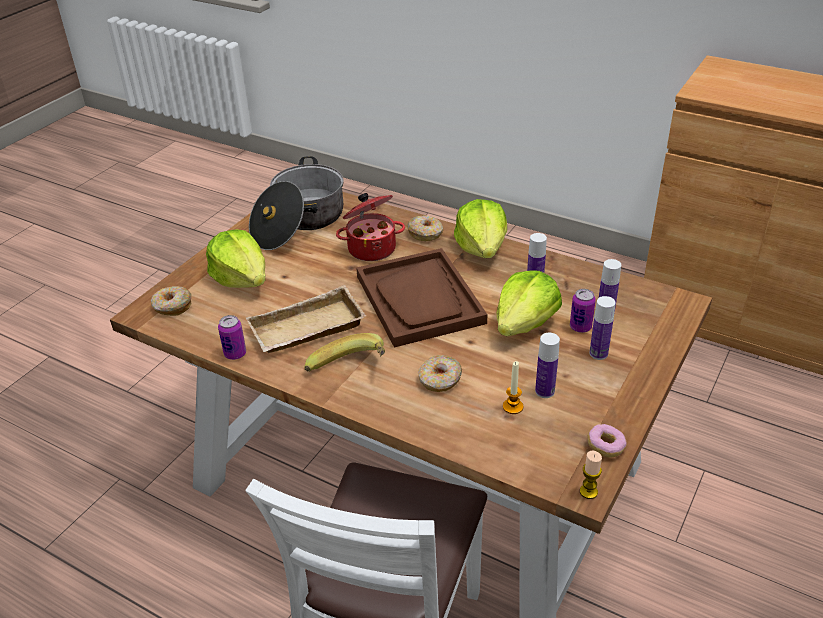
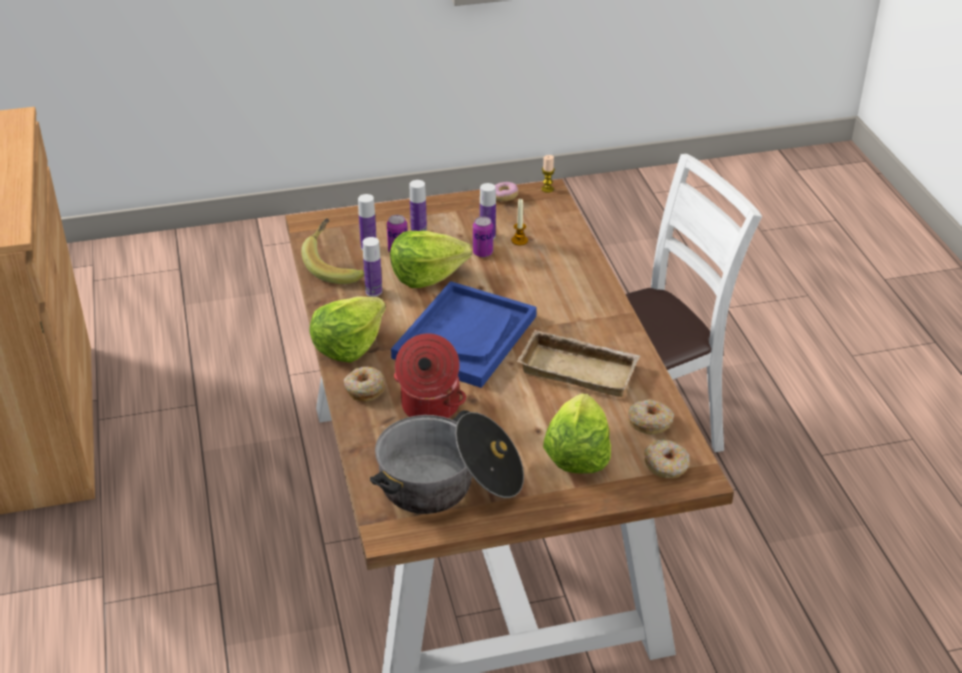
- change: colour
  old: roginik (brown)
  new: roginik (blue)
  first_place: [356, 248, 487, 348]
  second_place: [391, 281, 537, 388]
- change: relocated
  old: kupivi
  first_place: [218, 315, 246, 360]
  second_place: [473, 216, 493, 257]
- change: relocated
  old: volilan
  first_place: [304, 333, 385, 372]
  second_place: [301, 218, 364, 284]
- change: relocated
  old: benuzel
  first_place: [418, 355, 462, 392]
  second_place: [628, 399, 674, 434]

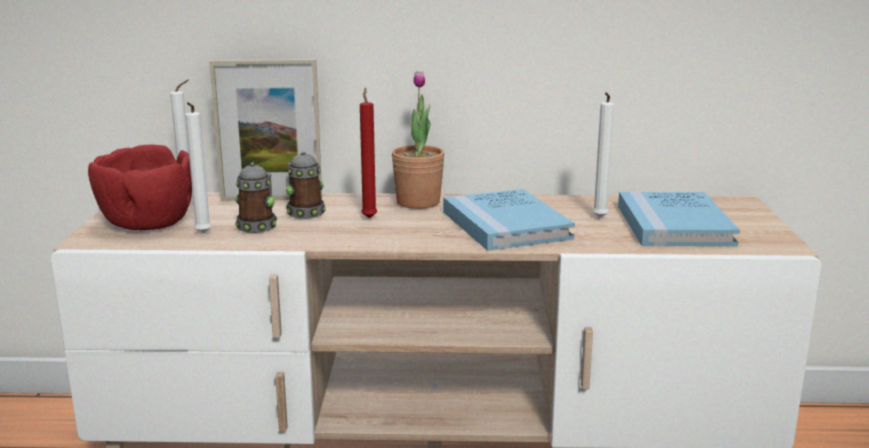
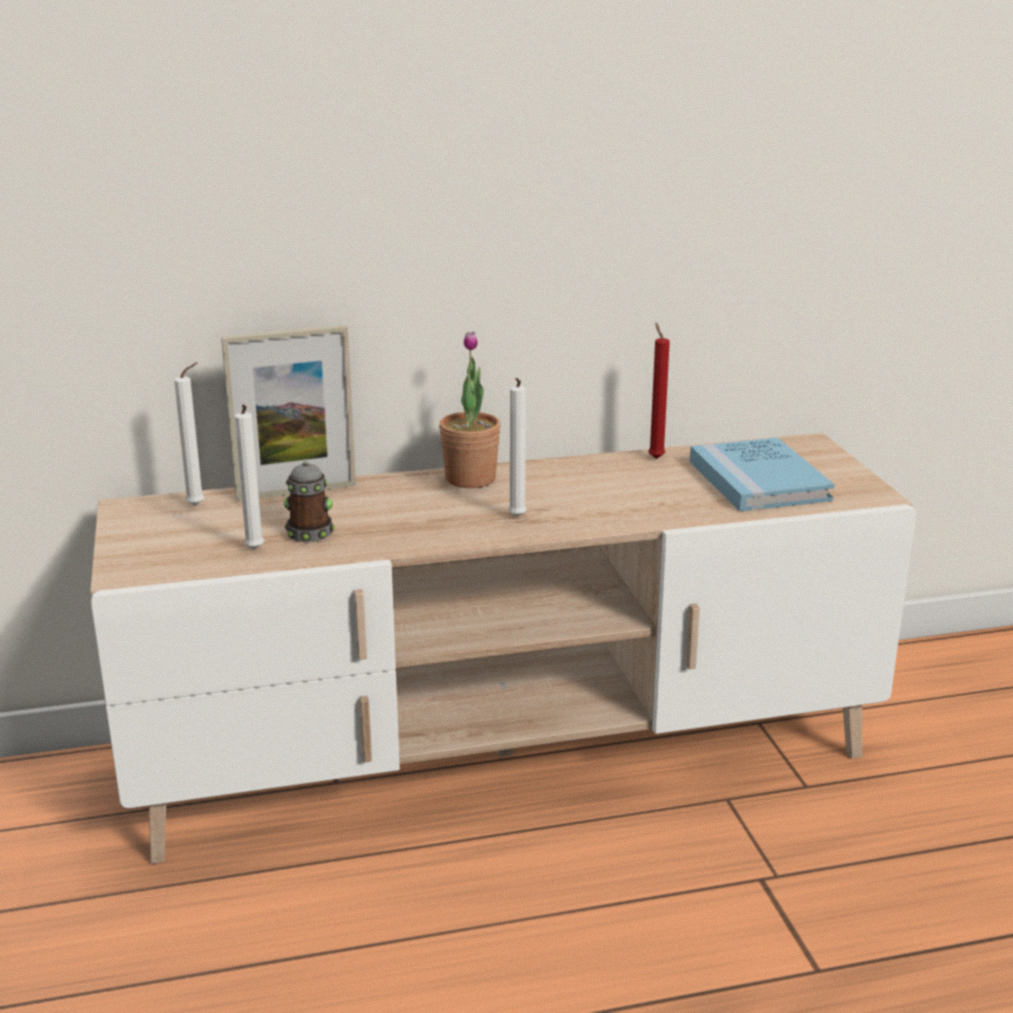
- change: relocated
  old: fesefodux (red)
  first_place: [360, 88, 377, 219]
  second_place: [648, 323, 670, 459]
- change: relocated
  old: fesefodux (white)
  first_place: [592, 92, 614, 218]
  second_place: [508, 378, 527, 517]
- change: missing
  old: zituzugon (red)
  first_place: [88, 144, 192, 230]
- change: missing
  old: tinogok
  first_place: [286, 151, 326, 219]
- change: missing
  old: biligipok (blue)
  first_place: [443, 189, 575, 251]

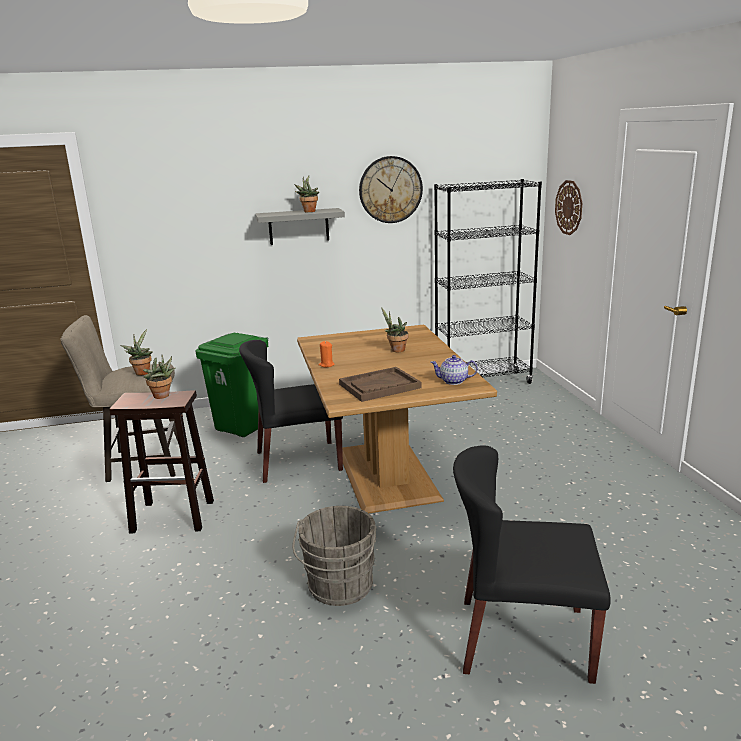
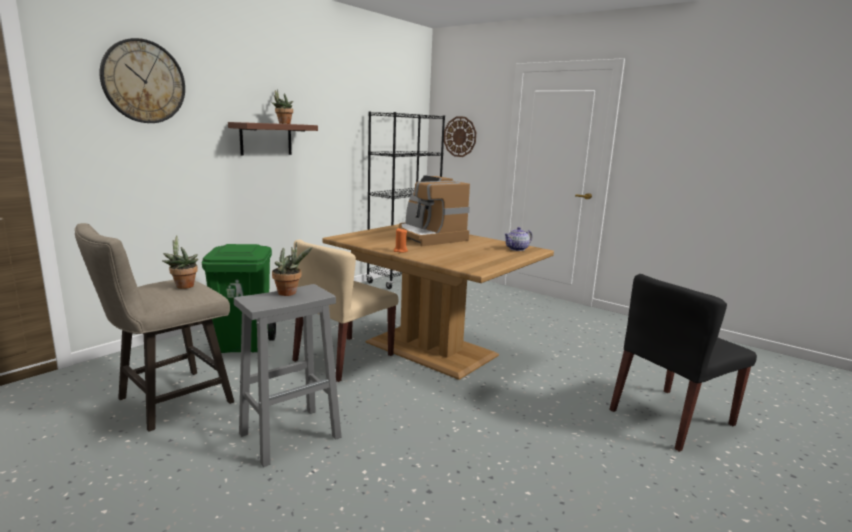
- change: relocated
  old: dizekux
  first_place: [359, 156, 423, 223]
  second_place: [99, 38, 185, 123]
- change: colour
  old: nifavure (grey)
  new: nifavure (brown)
  first_place: [256, 208, 345, 245]
  second_place: [228, 122, 318, 156]
- change: exchanged
  old: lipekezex
  new: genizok
  first_place: [381, 307, 409, 352]
  second_place: [399, 175, 470, 246]
- change: colour
  old: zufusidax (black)
  new: zufusidax (beige)
  first_place: [239, 340, 343, 483]
  second_place: [292, 240, 398, 382]
- change: missing
  old: roginik (brown)
  first_place: [339, 367, 421, 402]
- change: colour
  old: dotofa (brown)
  new: dotofa (grey)
  first_place: [109, 390, 214, 533]
  second_place: [234, 284, 342, 467]
- change: missing
  old: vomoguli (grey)
  first_place: [292, 506, 377, 606]

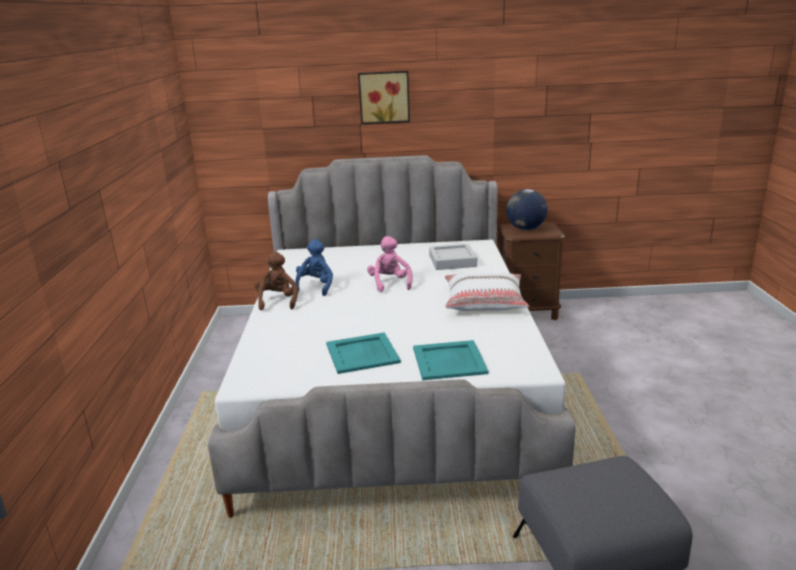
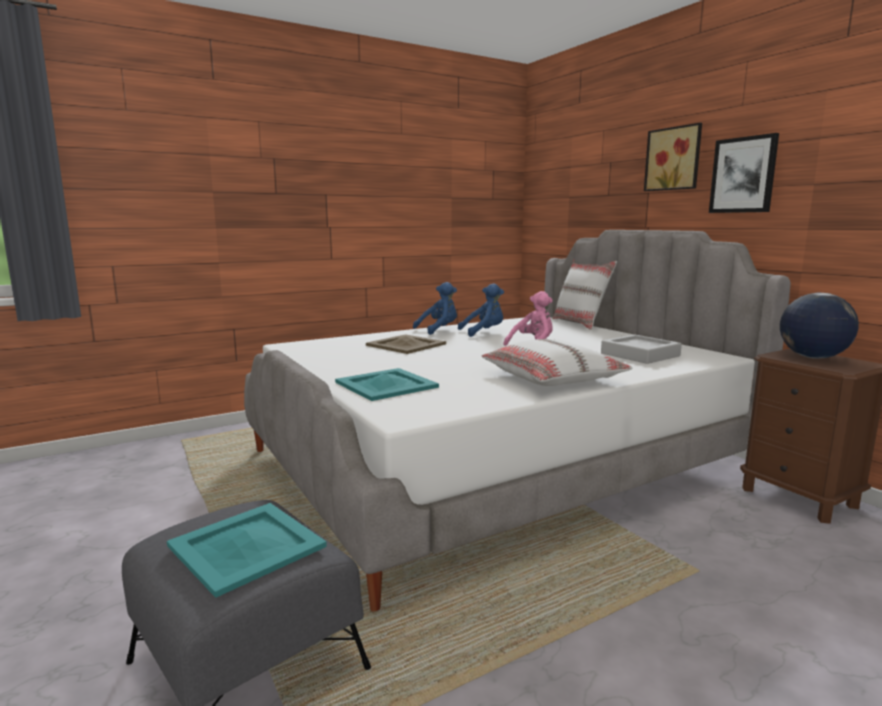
- change: colour
  old: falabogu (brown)
  new: falabogu (blue)
  first_place: [255, 252, 298, 310]
  second_place: [413, 282, 457, 335]
- change: relocated
  old: roginik (turquoise)
  first_place: [326, 332, 401, 374]
  second_place: [167, 503, 327, 598]
- change: appeared
  new: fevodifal
  second_place: [709, 133, 779, 213]
- change: appeared
  new: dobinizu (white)
  second_place: [552, 259, 617, 330]
- change: appeared
  new: roginik (beige)
  second_place: [366, 334, 446, 354]

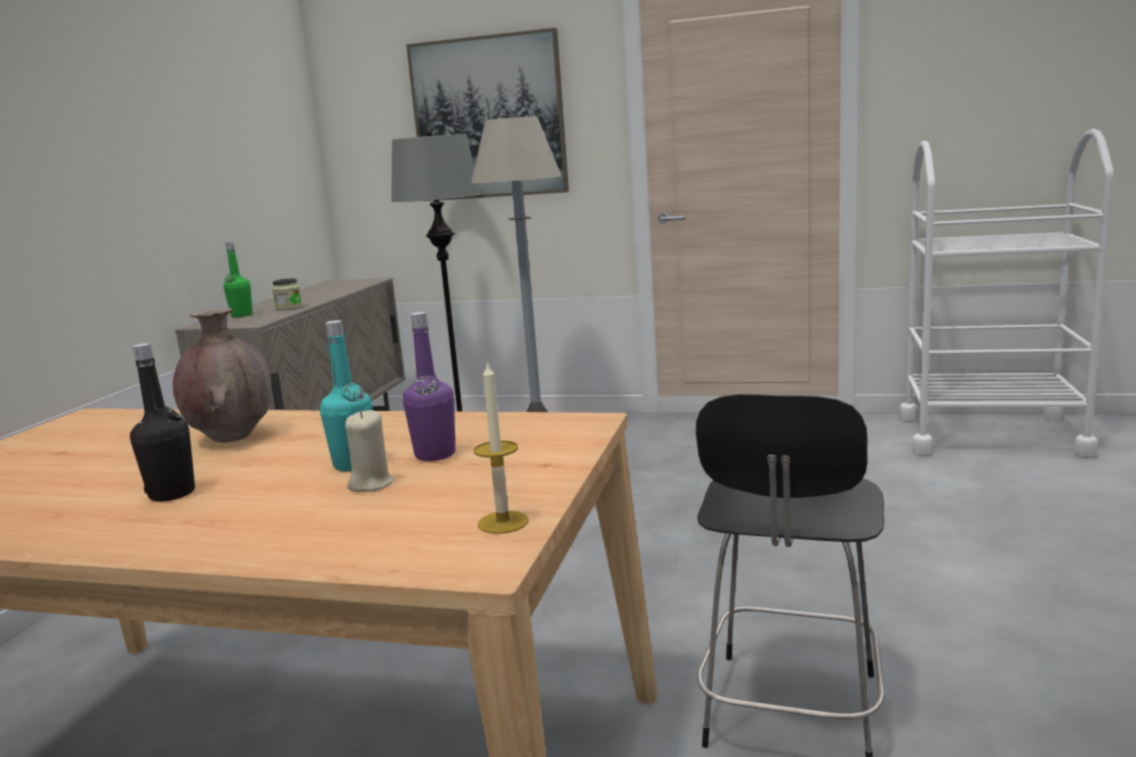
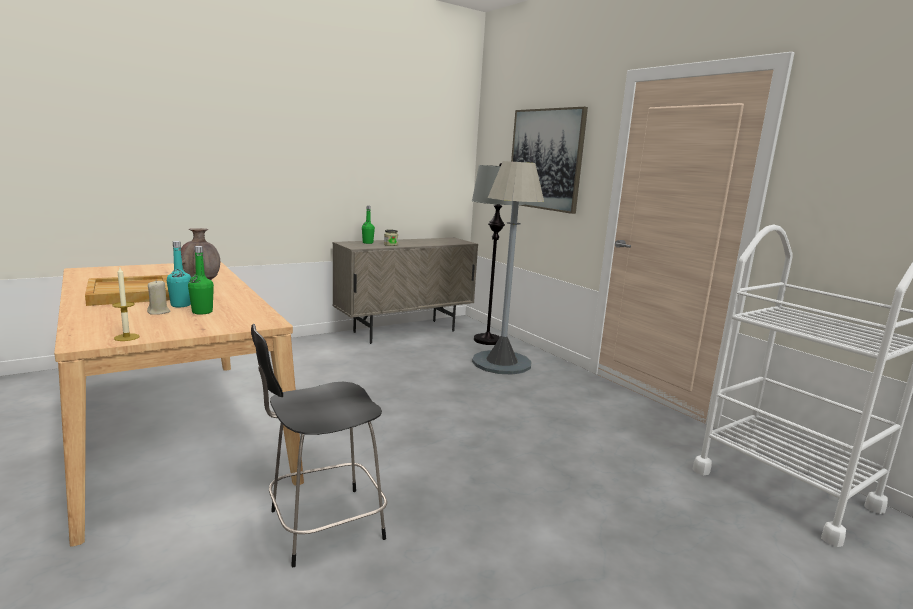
- change: colour
  old: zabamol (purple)
  new: zabamol (green)
  first_place: [403, 312, 455, 461]
  second_place: [188, 246, 214, 314]
- change: exchanged
  old: zabamol (black)
  new: roginik (beige)
  first_place: [130, 343, 195, 501]
  second_place: [85, 275, 170, 306]

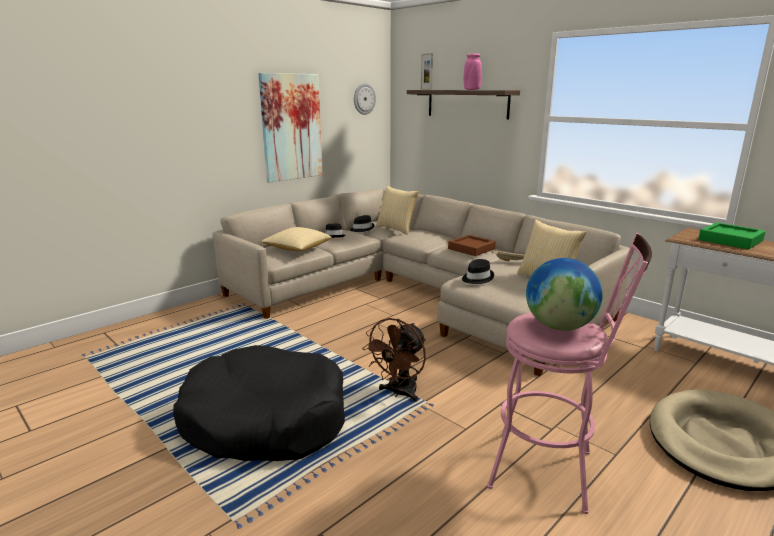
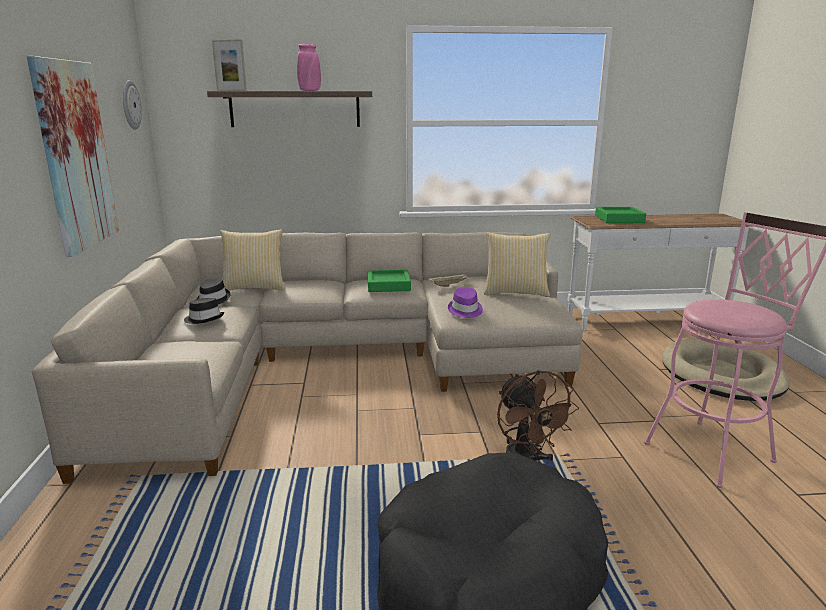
- change: missing
  old: dobinizu
  first_place: [261, 227, 331, 251]
- change: colour
  old: roginik (brown)
  new: roginik (green)
  first_place: [448, 235, 496, 256]
  second_place: [367, 270, 411, 292]
- change: missing
  old: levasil
  first_place: [526, 258, 603, 331]
- change: colour
  old: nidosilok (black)
  new: nidosilok (purple)
  first_place: [462, 259, 494, 284]
  second_place: [448, 287, 483, 318]

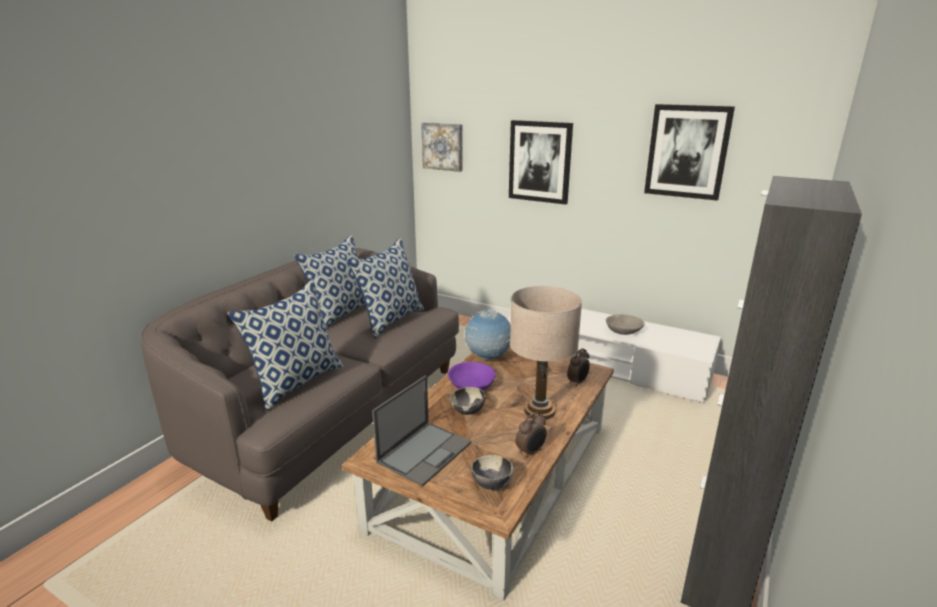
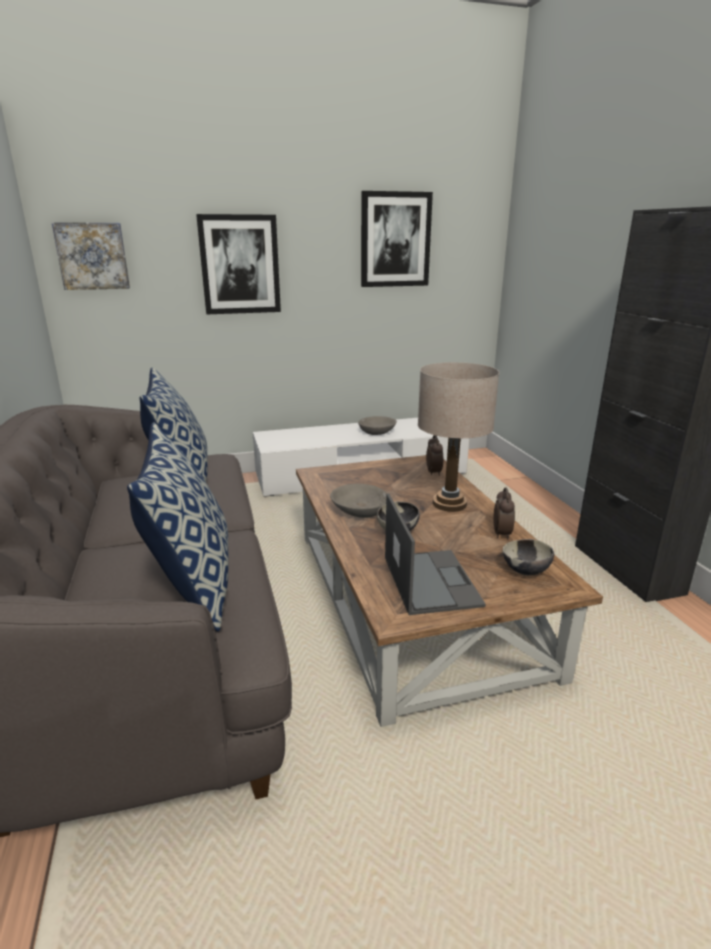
- change: missing
  old: dobinizu
  first_place: [294, 235, 365, 329]
- change: missing
  old: levasil
  first_place: [465, 309, 511, 360]
- change: colour
  old: zituzugon (purple)
  new: zituzugon (grey)
  first_place: [448, 362, 496, 391]
  second_place: [330, 484, 387, 518]

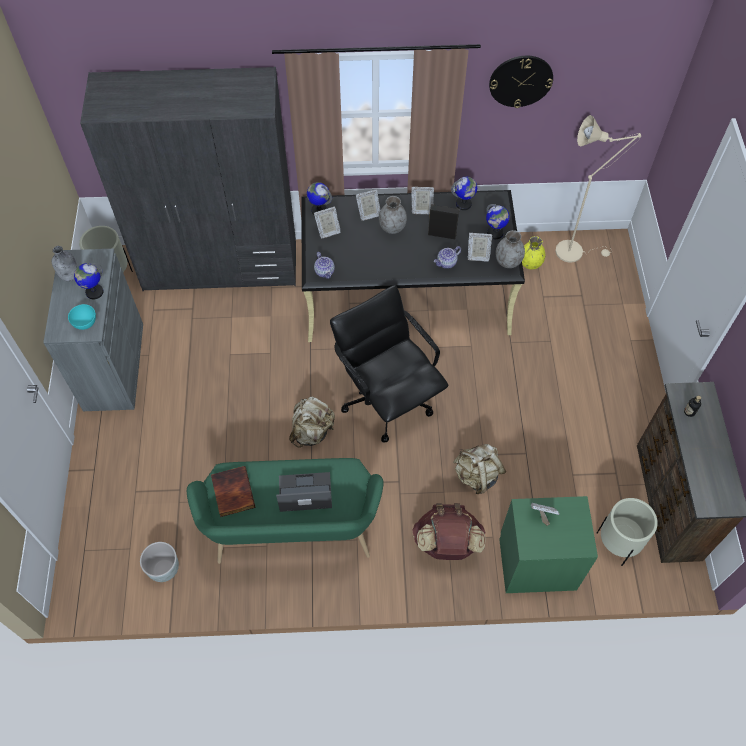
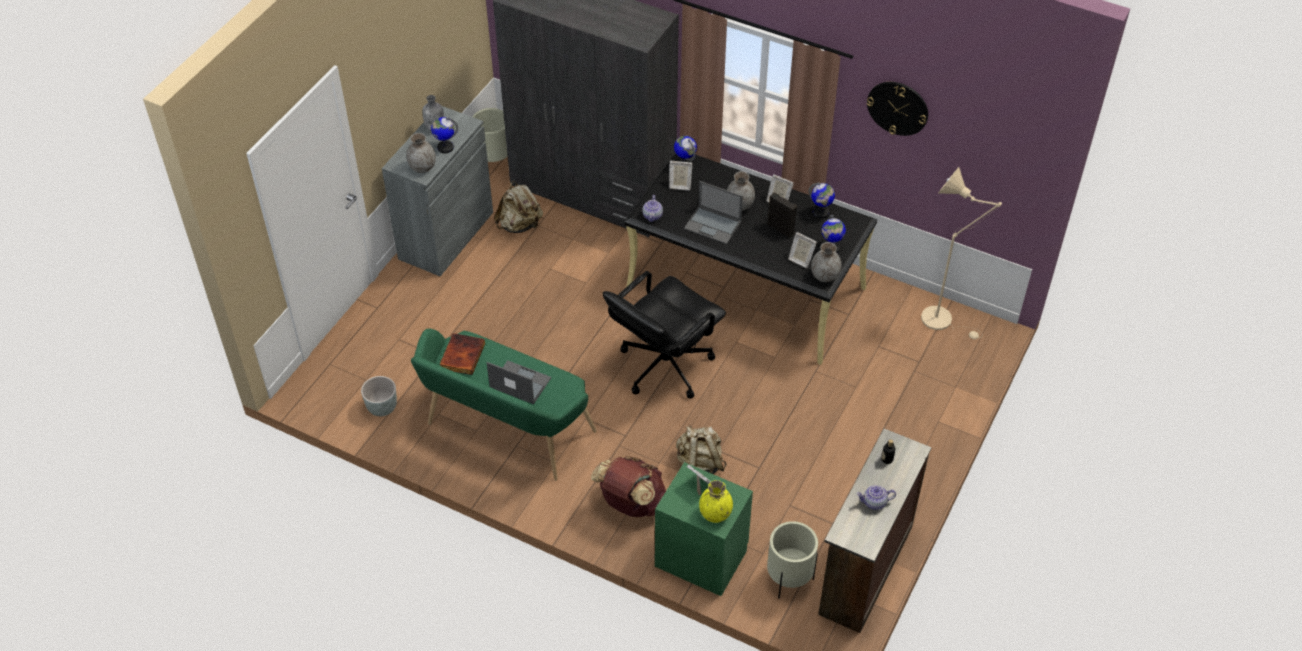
- change: missing
  old: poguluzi
  first_place: [356, 189, 380, 221]
- change: relocated
  old: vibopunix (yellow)
  first_place: [522, 236, 545, 270]
  second_place: [699, 480, 733, 523]
- change: relocated
  old: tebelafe
  first_place: [434, 246, 461, 269]
  second_place: [857, 485, 896, 510]
- change: spun
  old: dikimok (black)
  first_place: [330, 285, 448, 442]
  second_place: [603, 271, 726, 399]
  degrees: -135
- change: exchanged
  old: zituzugon (turquoise)
  new: vibopunix (grey)
  first_place: [68, 304, 96, 330]
  second_place: [406, 133, 436, 173]
- change: relocated
  old: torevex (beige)
  first_place: [289, 397, 335, 448]
  second_place: [494, 180, 543, 233]
- change: appeared
  new: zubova
  second_place: [684, 181, 743, 244]

